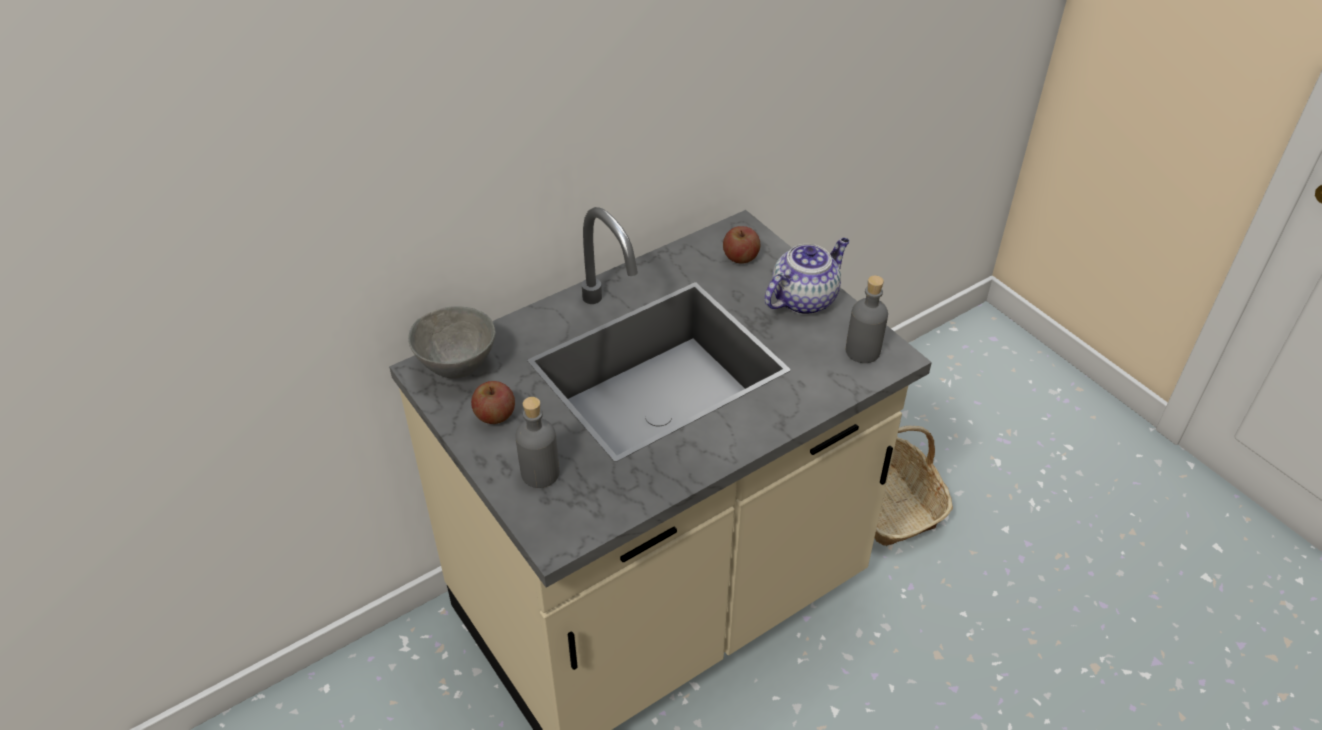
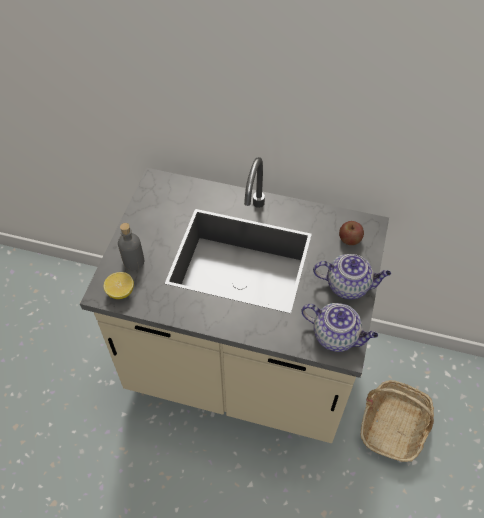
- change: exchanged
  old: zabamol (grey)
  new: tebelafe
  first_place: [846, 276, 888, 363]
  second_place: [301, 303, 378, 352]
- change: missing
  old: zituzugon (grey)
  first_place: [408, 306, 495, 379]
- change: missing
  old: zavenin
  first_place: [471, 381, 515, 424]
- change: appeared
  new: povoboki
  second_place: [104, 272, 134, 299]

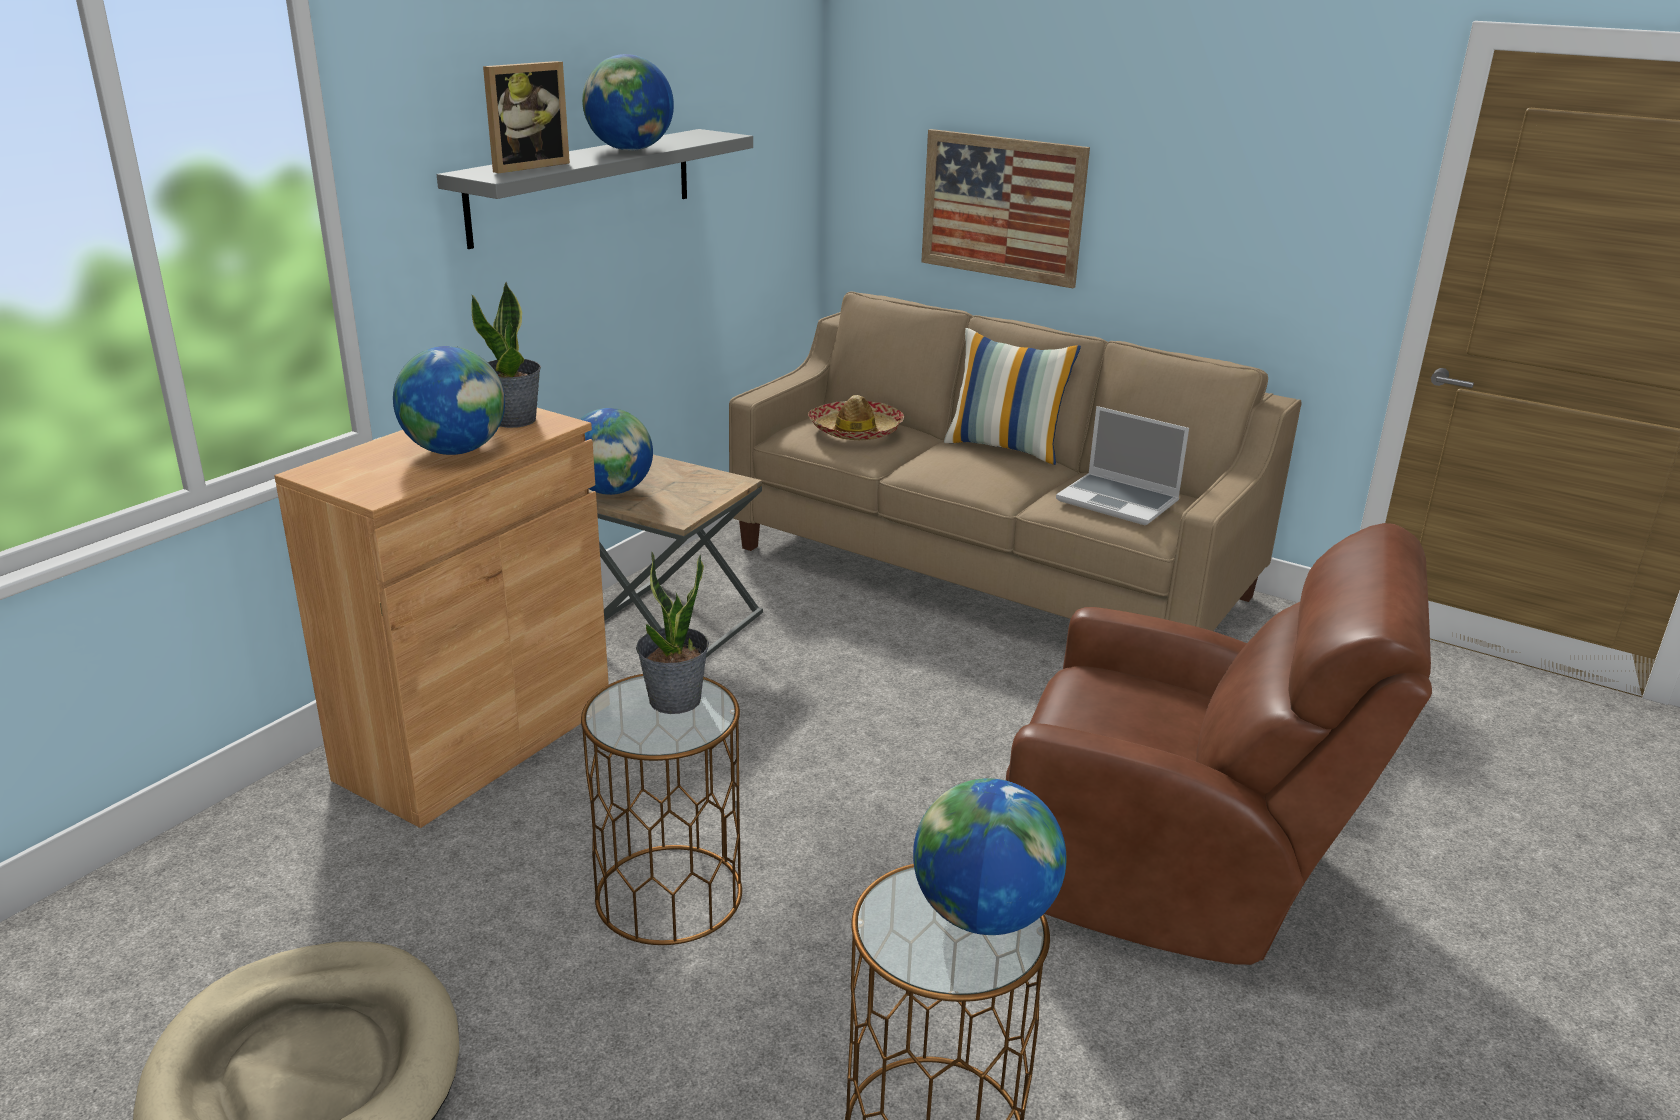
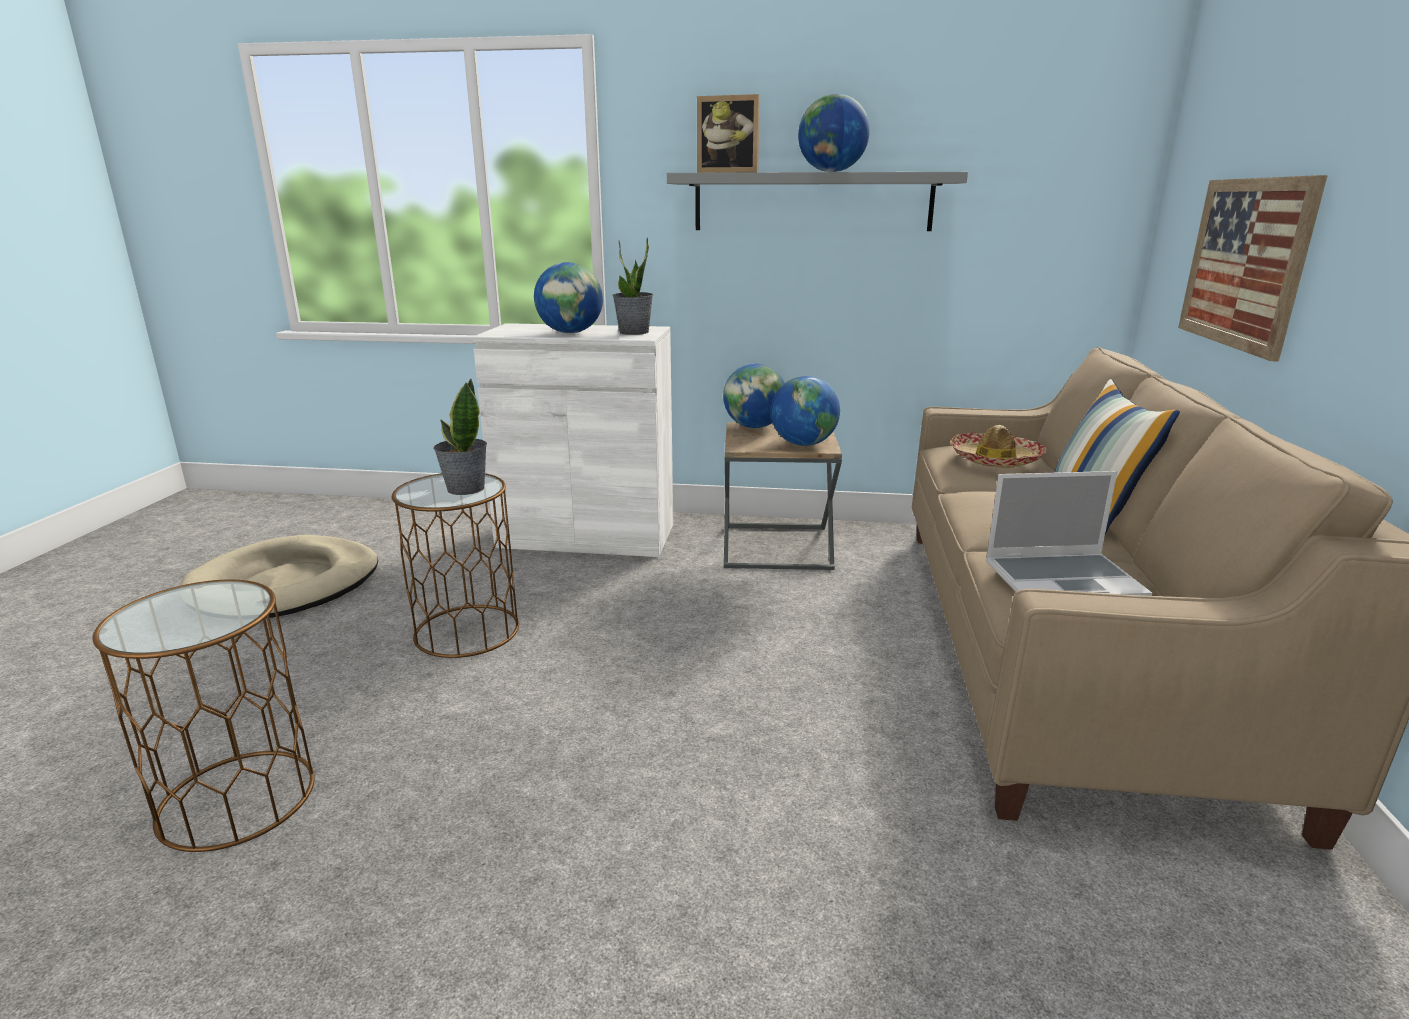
- change: spun
  old: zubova
  first_place: [1056, 406, 1189, 525]
  second_place: [986, 471, 1152, 596]
  degrees: -105
- change: colour
  old: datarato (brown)
  new: datarato (white)
  first_place: [274, 408, 609, 828]
  second_place: [472, 323, 673, 557]
- change: missing
  old: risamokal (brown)
  first_place: [1006, 523, 1432, 965]
- change: relocated
  old: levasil
  first_place: [913, 778, 1067, 935]
  second_place: [771, 376, 840, 446]

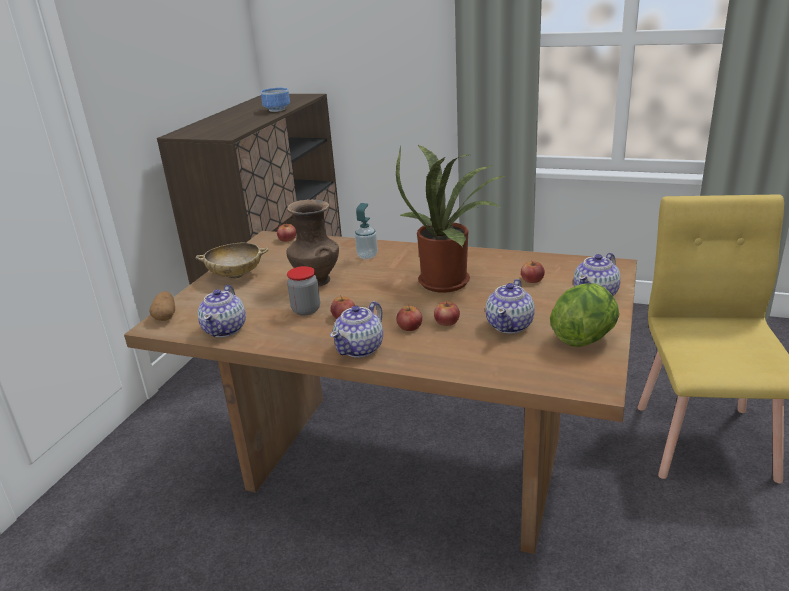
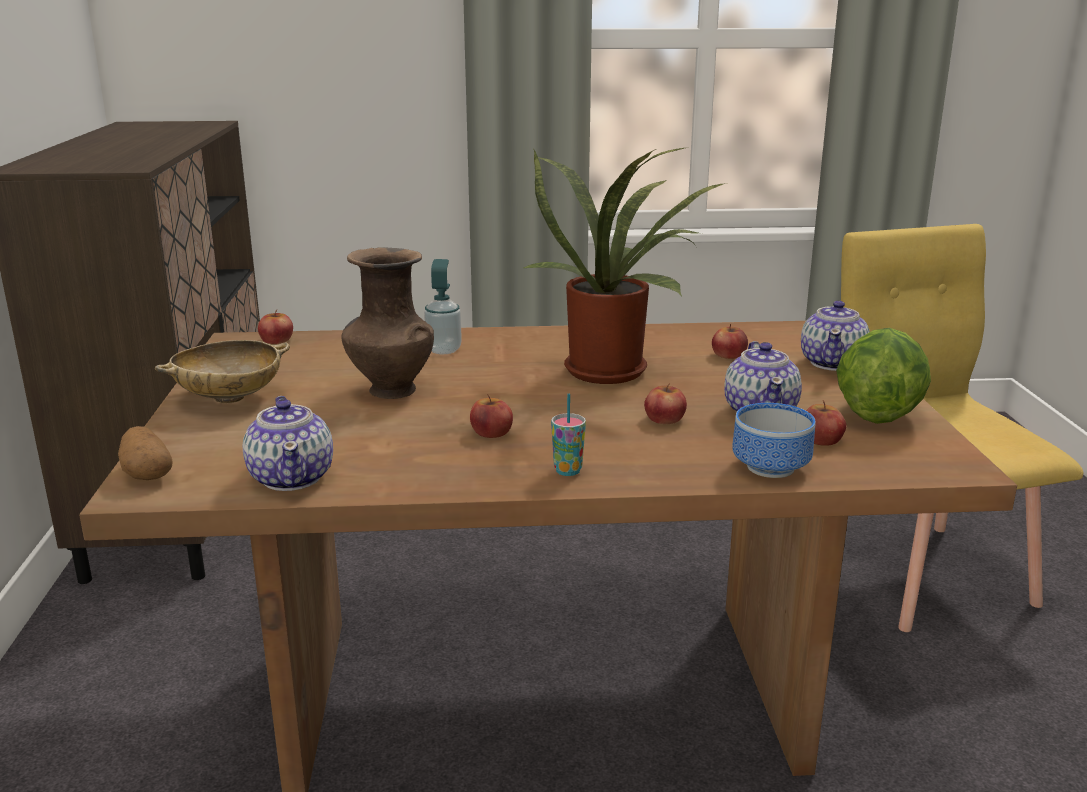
- change: relocated
  old: zituzugon
  first_place: [261, 88, 290, 112]
  second_place: [732, 403, 816, 478]
- change: missing
  old: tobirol
  first_place: [287, 266, 320, 316]
- change: exchanged
  old: tebelafe
  new: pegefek
  first_place: [330, 301, 383, 358]
  second_place: [551, 394, 586, 476]
- change: relocated
  old: zavenin
  first_place: [396, 304, 422, 331]
  second_place: [806, 400, 846, 446]

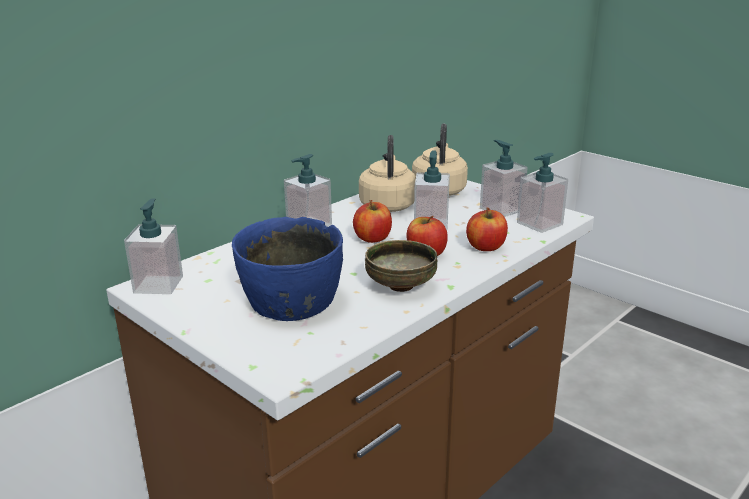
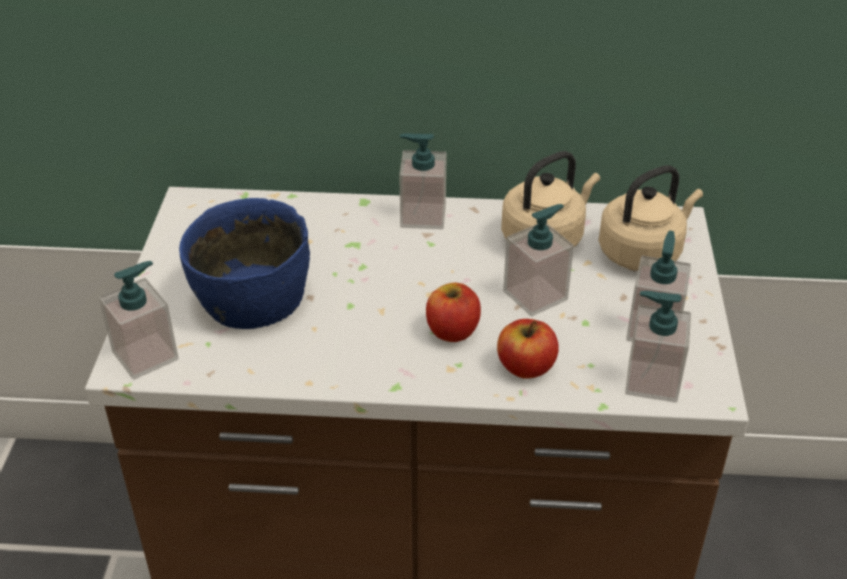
- change: relocated
  old: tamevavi
  first_place: [124, 198, 183, 294]
  second_place: [99, 261, 179, 380]
- change: missing
  old: zavenin
  first_place: [353, 200, 392, 243]
- change: missing
  old: zituzugon
  first_place: [365, 240, 437, 292]

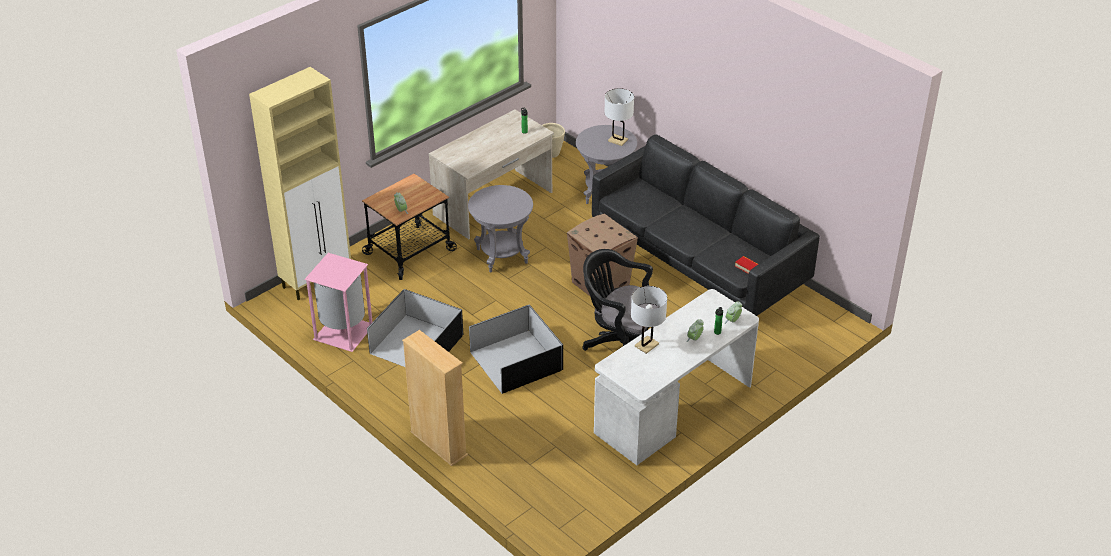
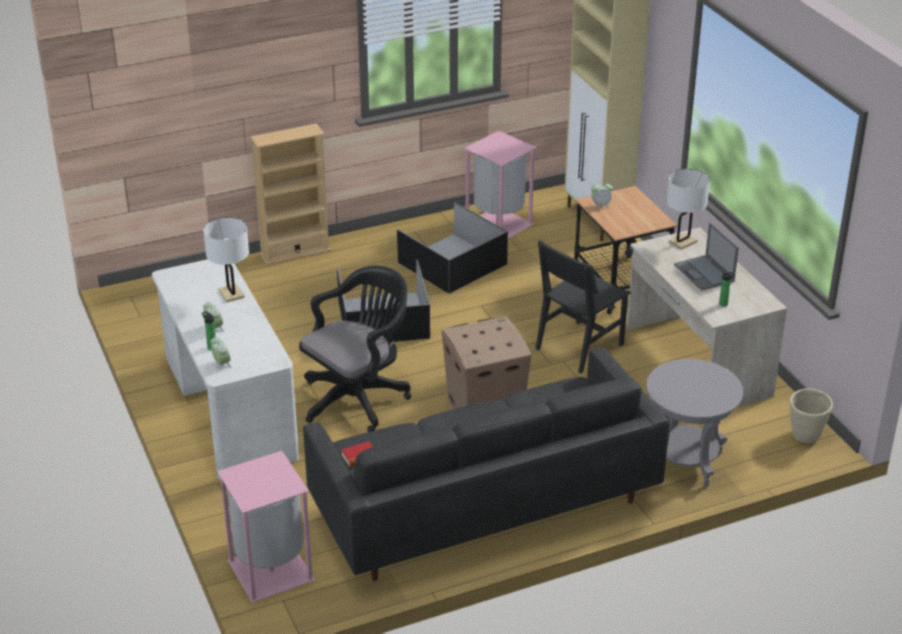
- change: relocated
  old: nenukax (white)
  first_place: [604, 88, 634, 146]
  second_place: [667, 169, 710, 250]
- change: exchanged
  old: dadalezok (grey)
  new: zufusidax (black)
  first_place: [468, 185, 533, 272]
  second_place: [536, 240, 631, 374]
- change: appeared
  new: zubova
  second_place: [674, 223, 739, 291]
- change: appeared
  new: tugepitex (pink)
  second_place: [217, 451, 315, 602]

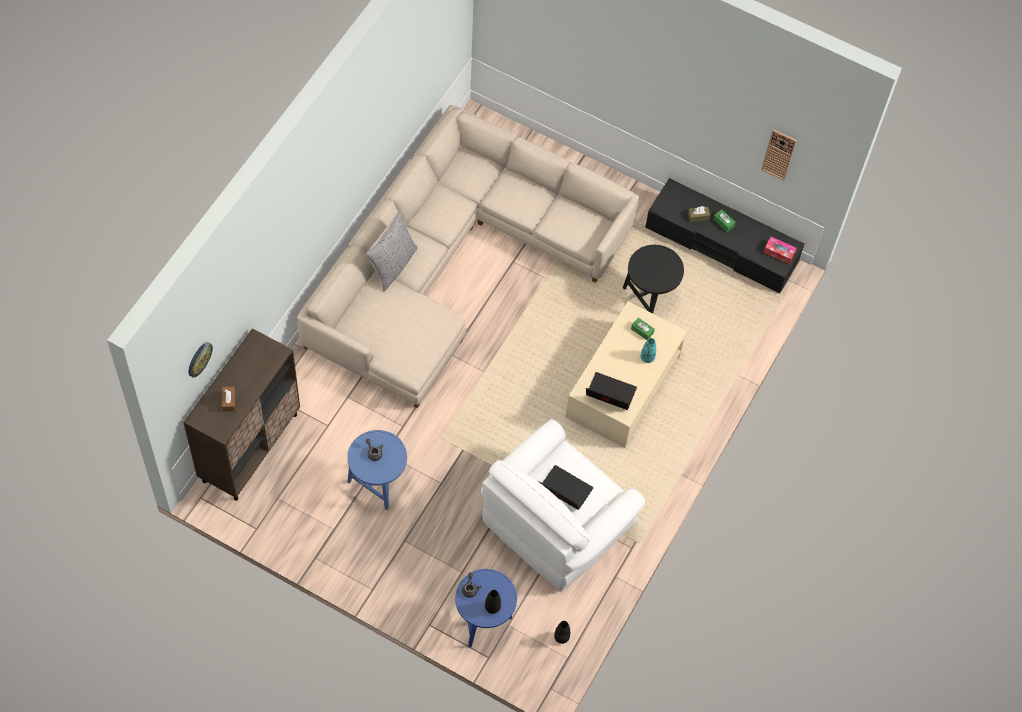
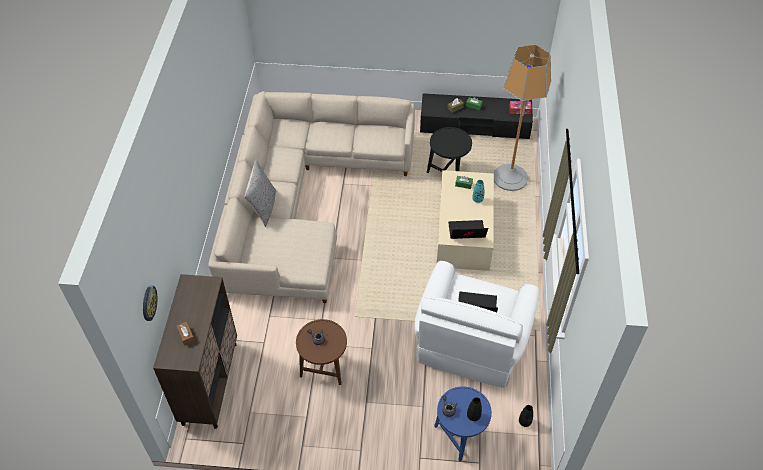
- change: missing
  old: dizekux
  first_place: [761, 129, 797, 180]
- change: colour
  old: dadalezok (blue)
  new: dadalezok (brown)
  first_place: [347, 430, 407, 510]
  second_place: [296, 319, 347, 385]
- change: appeared
  new: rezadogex
  second_place: [493, 45, 551, 191]

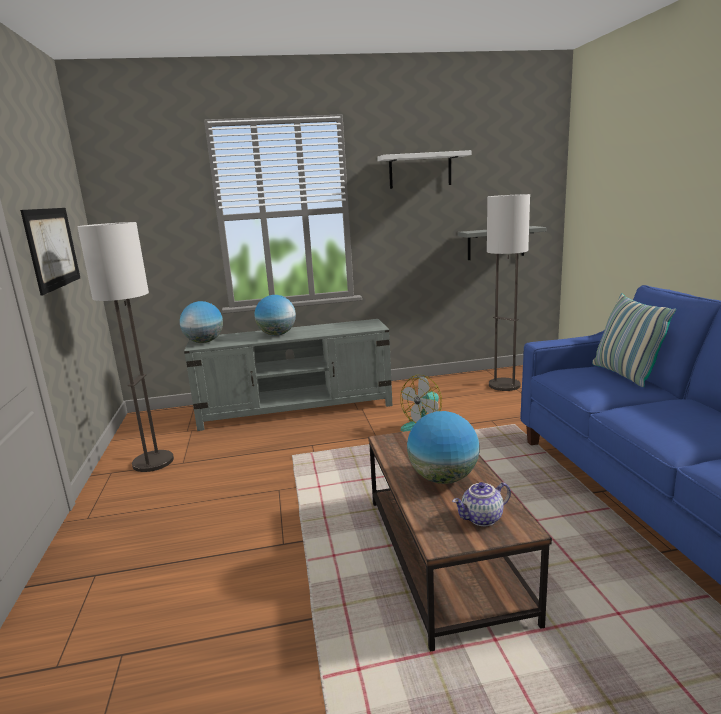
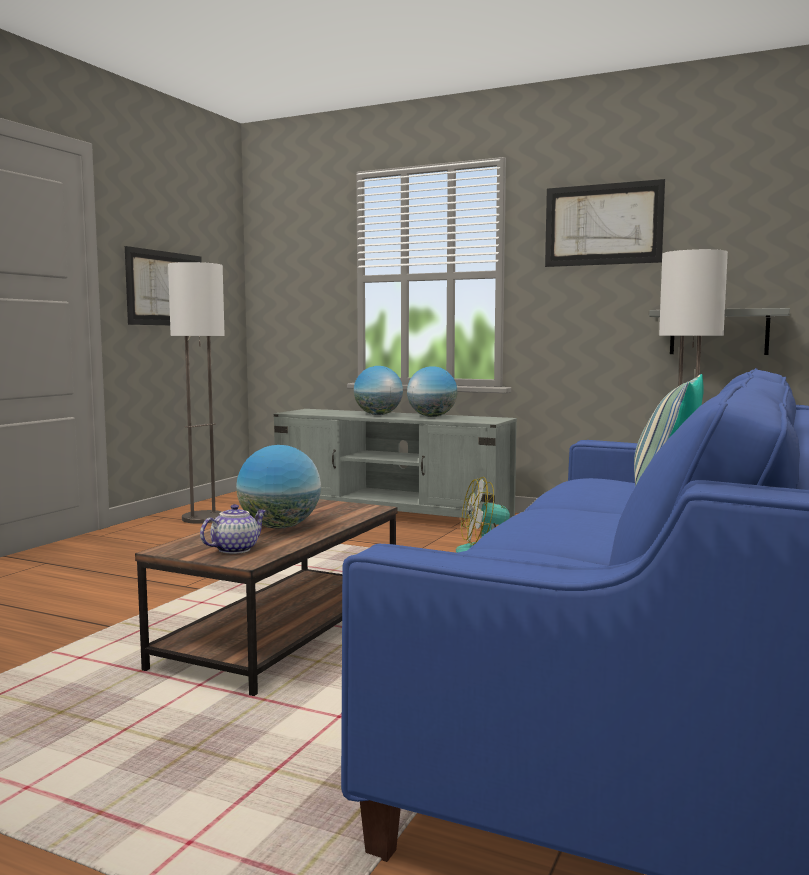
- change: exchanged
  old: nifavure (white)
  new: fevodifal
  first_place: [377, 150, 471, 189]
  second_place: [545, 179, 665, 267]
- change: relocated
  old: levasil
  first_place: [180, 301, 223, 343]
  second_place: [407, 366, 457, 417]
- change: spun
  old: tebelafe
  first_place: [452, 482, 511, 526]
  second_place: [200, 504, 266, 554]
  degrees: 120

